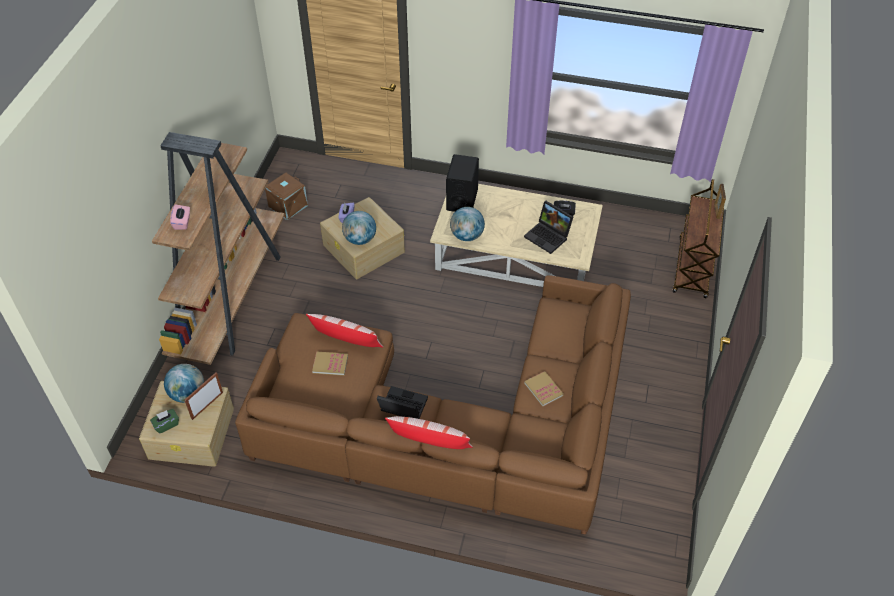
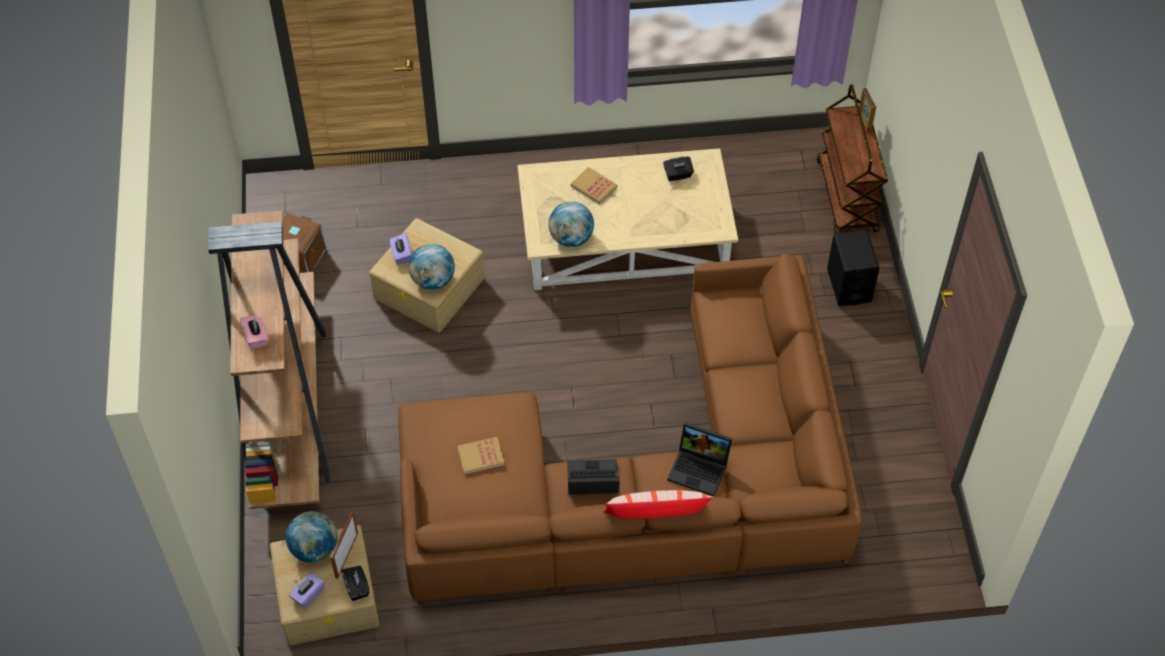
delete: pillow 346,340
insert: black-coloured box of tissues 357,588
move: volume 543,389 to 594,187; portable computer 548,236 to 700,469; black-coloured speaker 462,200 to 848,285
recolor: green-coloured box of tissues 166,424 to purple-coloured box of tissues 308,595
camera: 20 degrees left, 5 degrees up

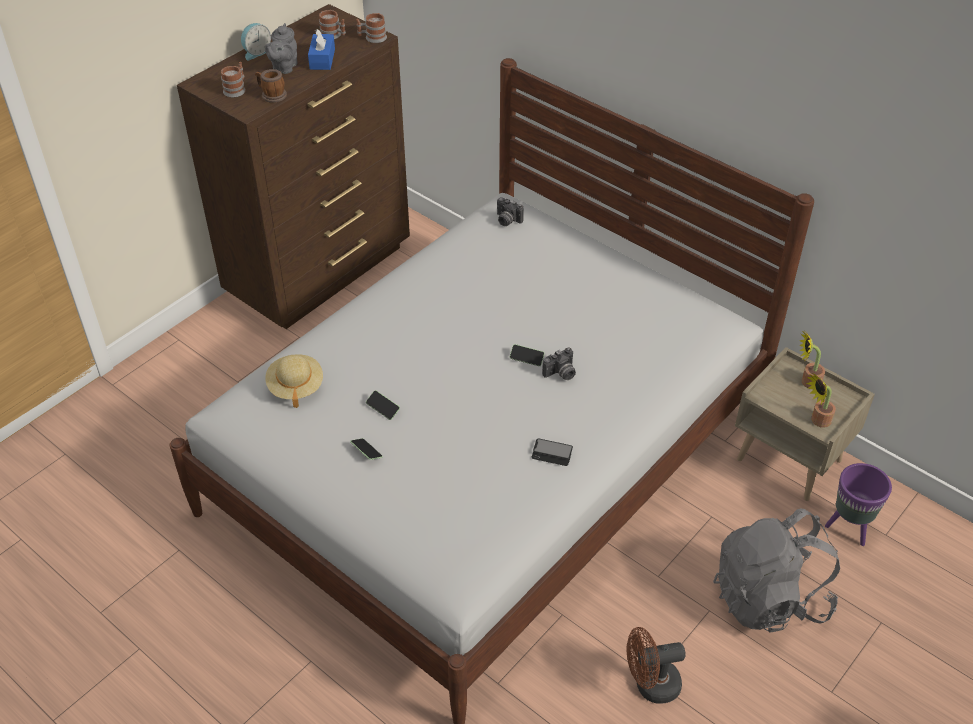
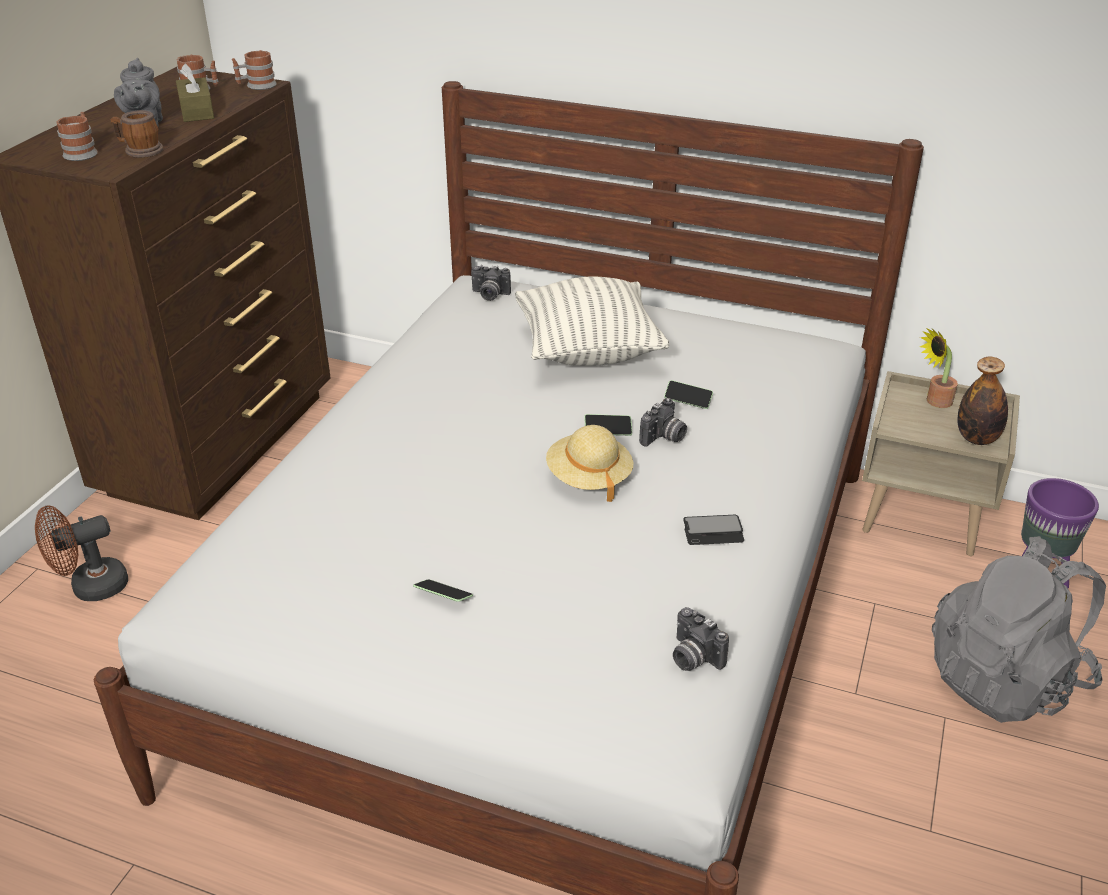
delete: alarm clock 256,52
insert: pillow 588,351; photo camera 692,657
move: brownish electric fan 650,685 to 90,588; beige hat 295,386 to 589,478; handset 383,408 to 688,400
replace: houseplant 817,421 to drink bottle 977,438
recolor: blue box of tissues 322,59 to brownish box of tissues 197,111
camera: 20 degrees left, 10 degrees down

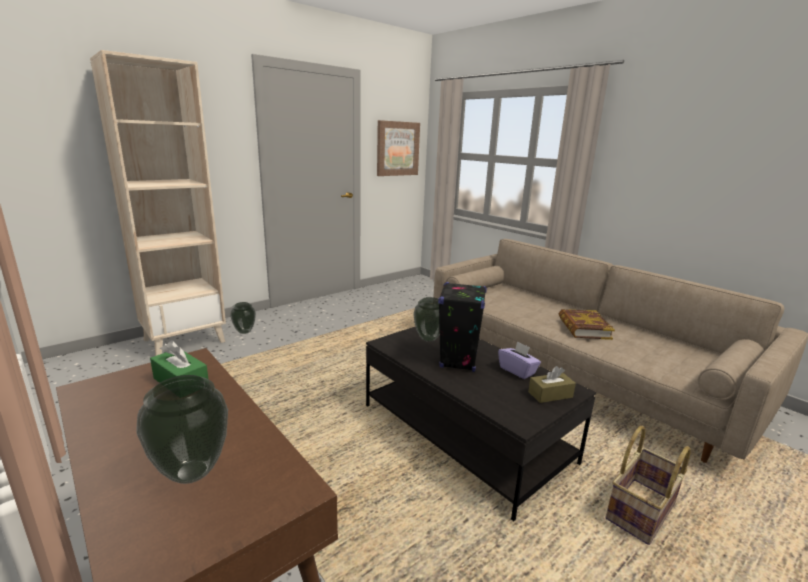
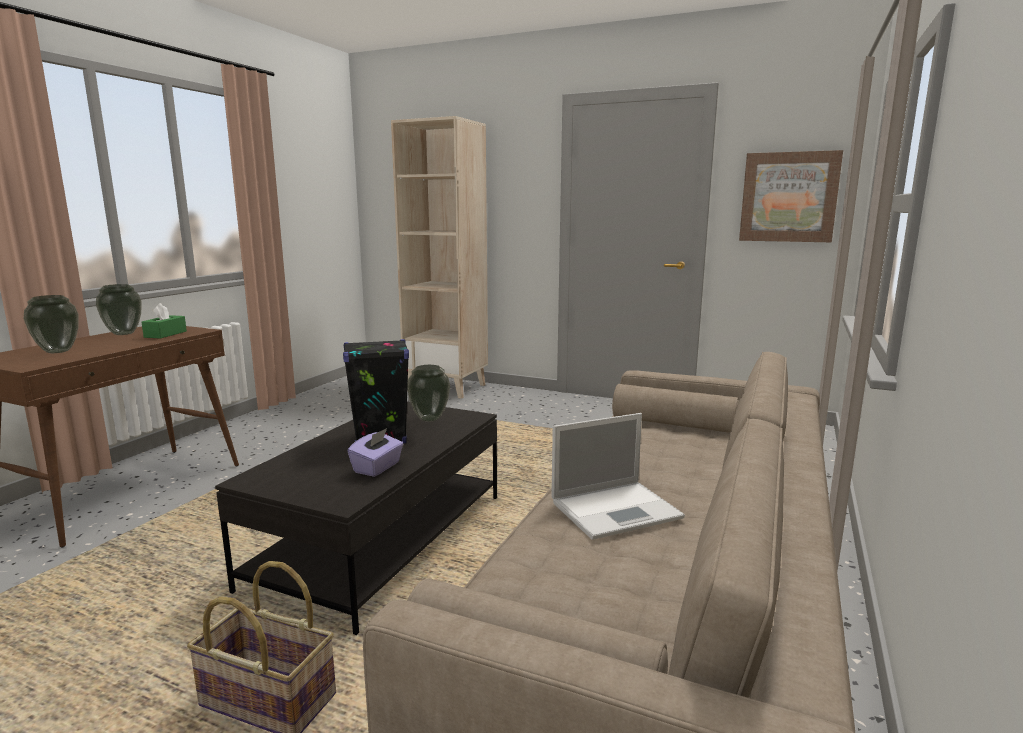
delete: brownish box of tissues 550,394
move: vase 245,331 to 124,333
replace: volume 583,328 to portable computer 617,509
camera: 65 degrees right, 5 degrees down

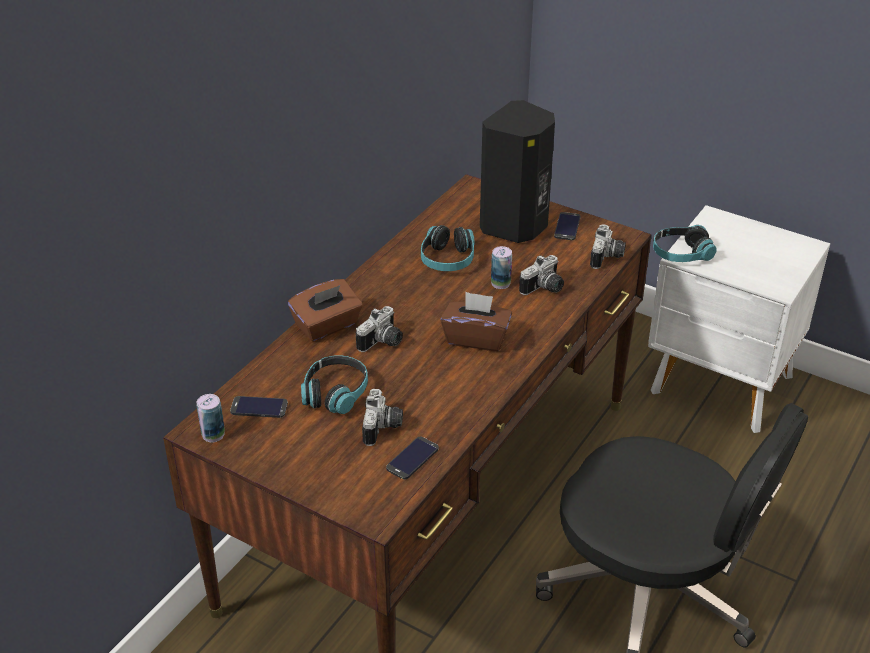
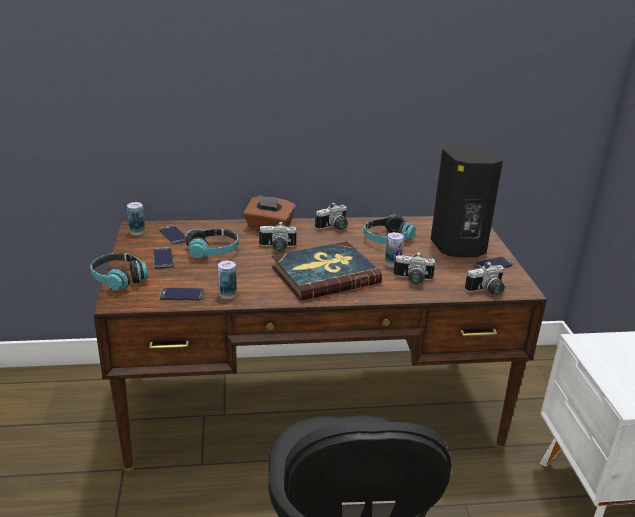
insert: handset 163,258; can 227,294
move: headset 681,254 to 119,279; photo camera 383,428 to 334,227
replace: brownish box of tissues 476,338 to volume 325,275
camera: 50 degrees right, 10 degrees down

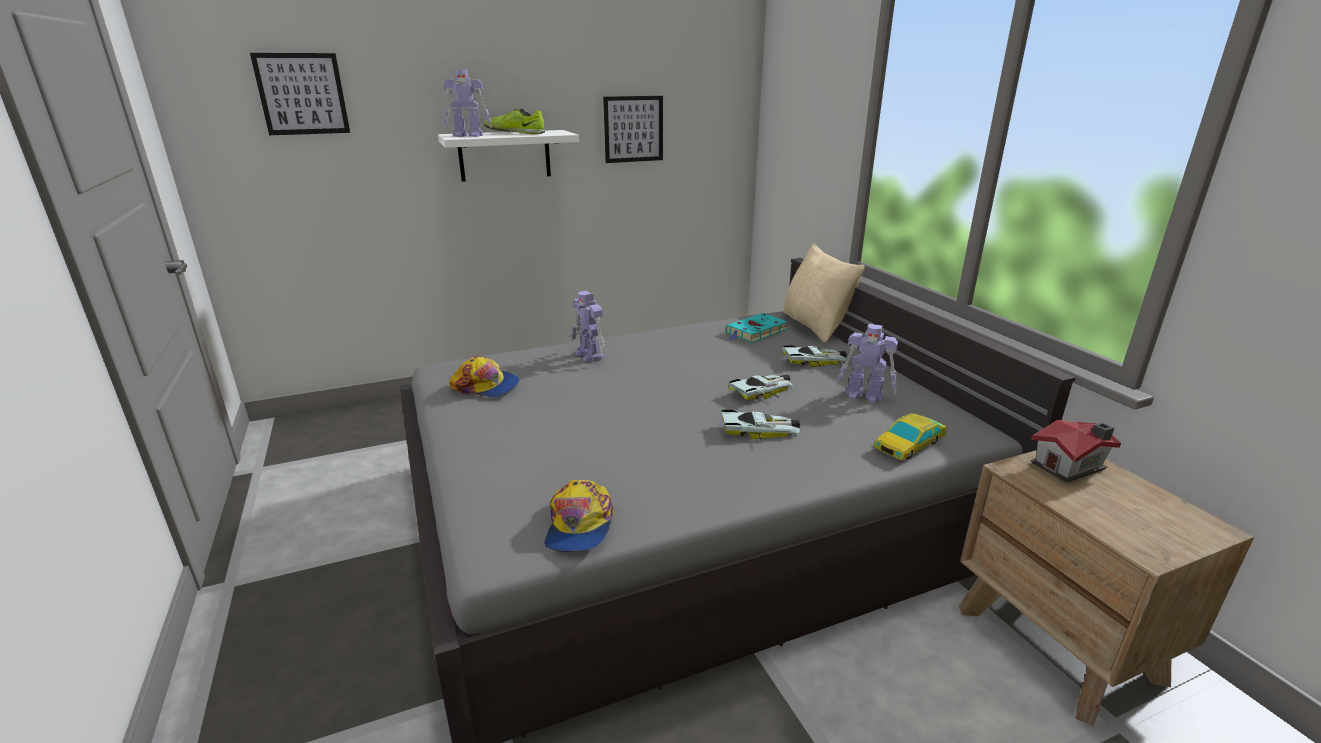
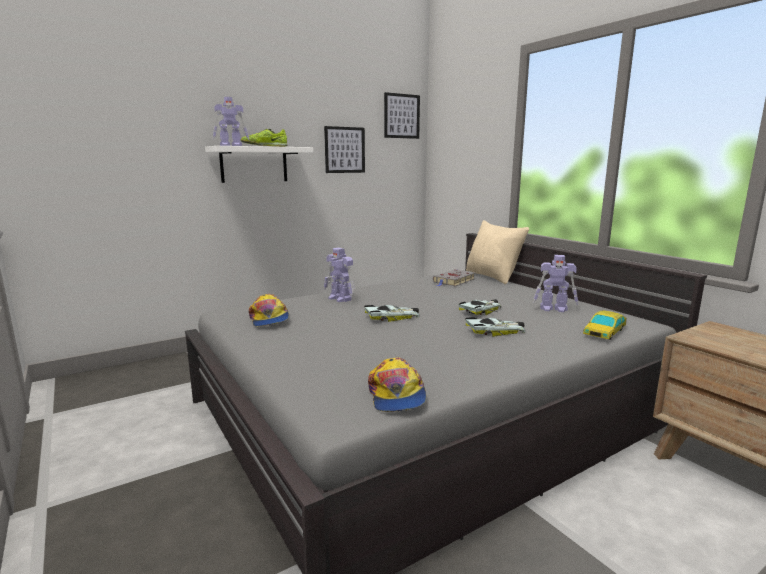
delete: miniature house 1071,466
move: toy car 815,361 to 393,317; picture 302,94 to 401,116
recolor: turquoise-coloured volume 755,332 to gray volume 453,281
rotate: baseball cap 486,386 = 269,319 60 degrees clockwise
camera: 10 degrees left, 10 degrees down

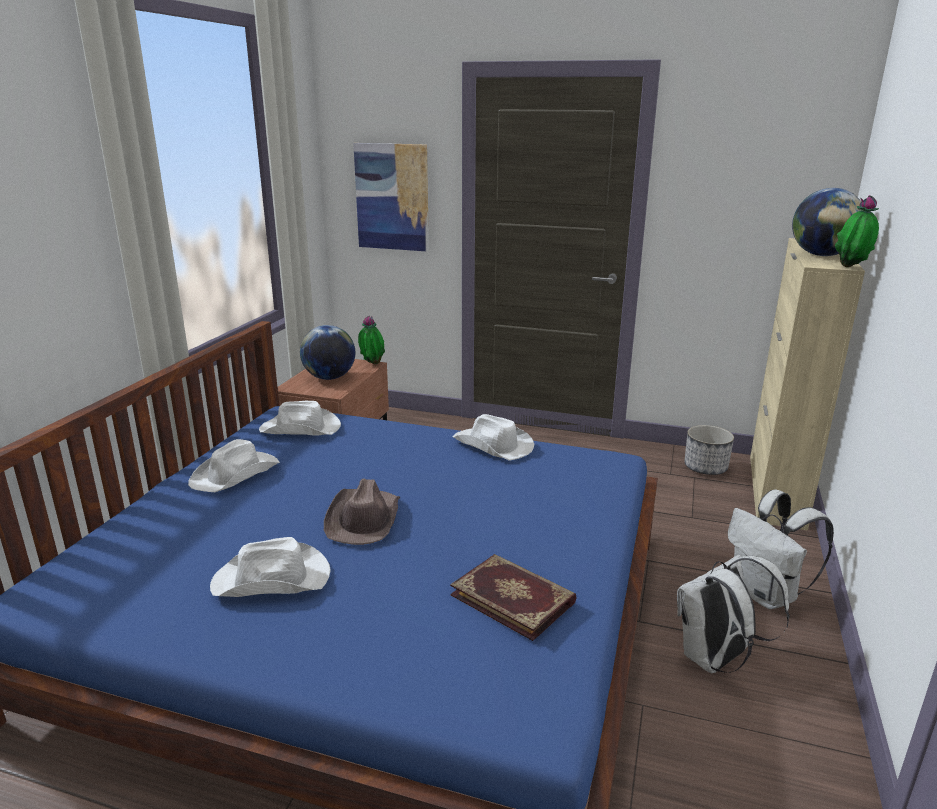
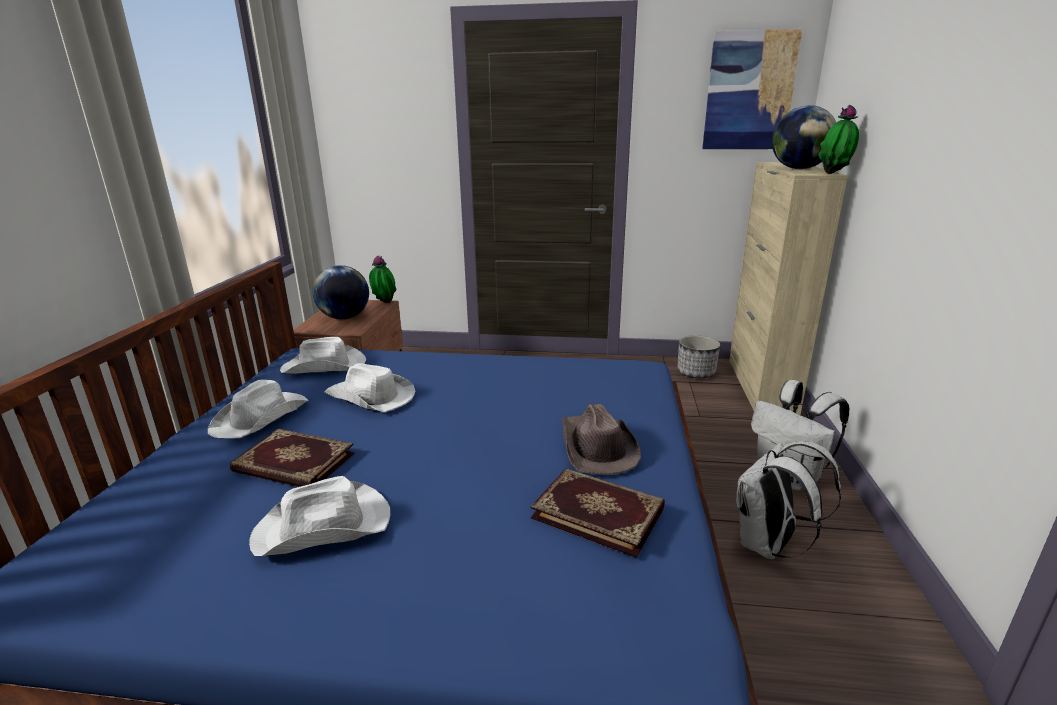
insert: volume 293,464
move: white hat 493,445 to 370,397; brownish hat 364,519 to 596,446; picture 392,197 to 749,91
camera: 10 degrees left, 0 degrees up

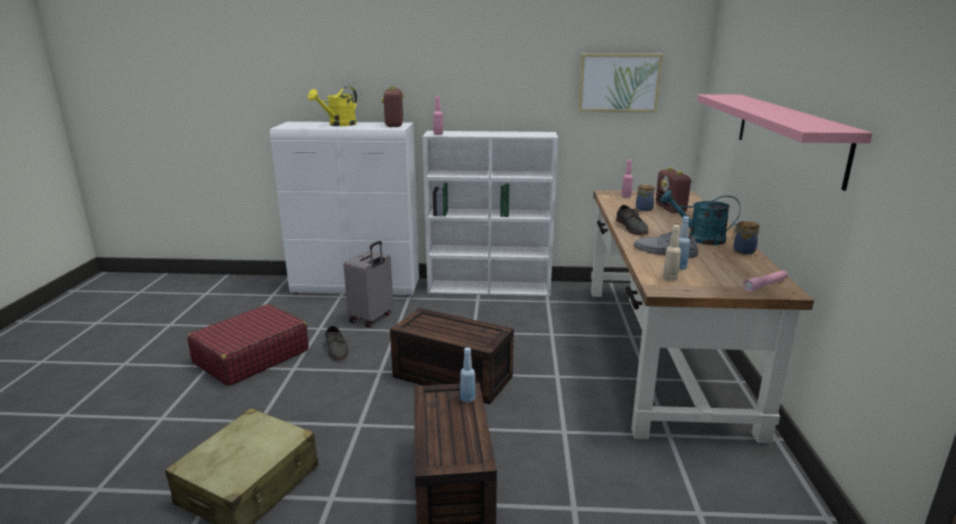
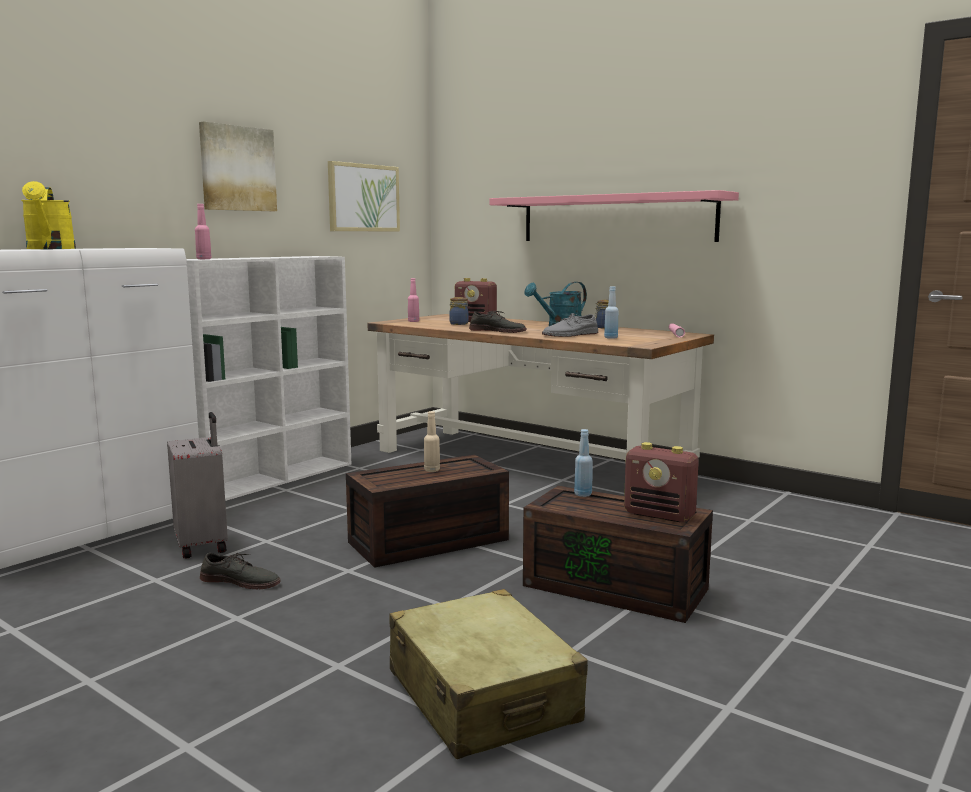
delete: reddish travel case 251,357
insert: picture 237,168
move: beige drink bottle 670,278 to 432,470; radio 394,125 to 660,515
camera: 55 degrees left, 10 degrees down

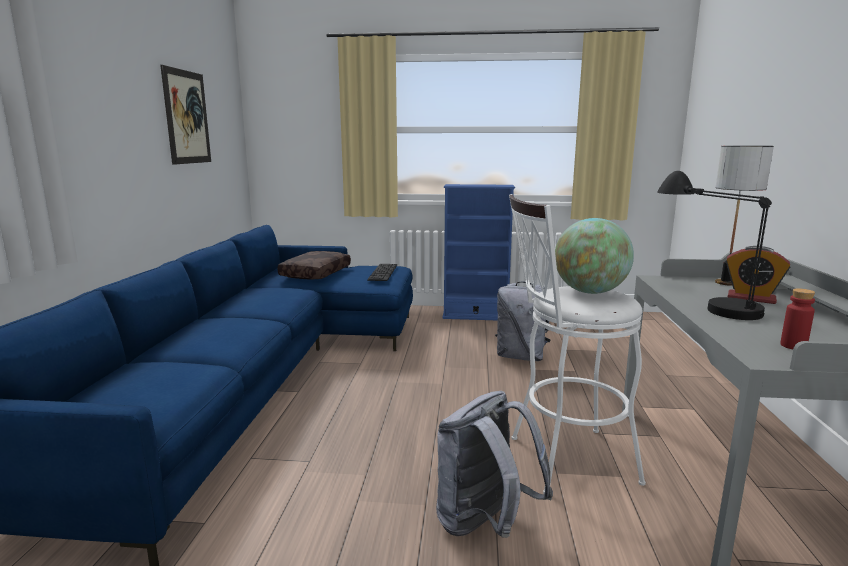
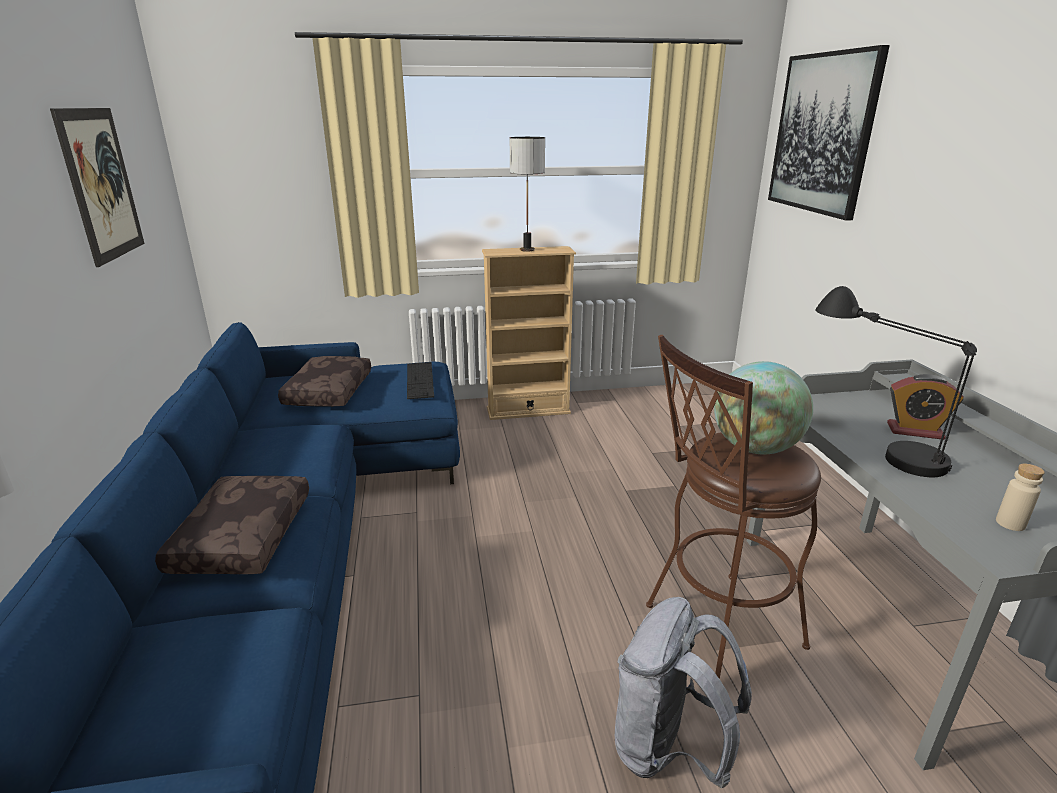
delete: gray backpack 521,356
insert: brownish pillow 241,536; picture 822,134
move: table lamp 726,283 to 527,250
recolor: blue bookcase 475,316 to beige bookcase 528,410; white stool 562,460 to brownish stool 713,629; reddish drink bottle 793,346 to beige drink bottle 1010,523
camera: 15 degrees left, 10 degrees up

